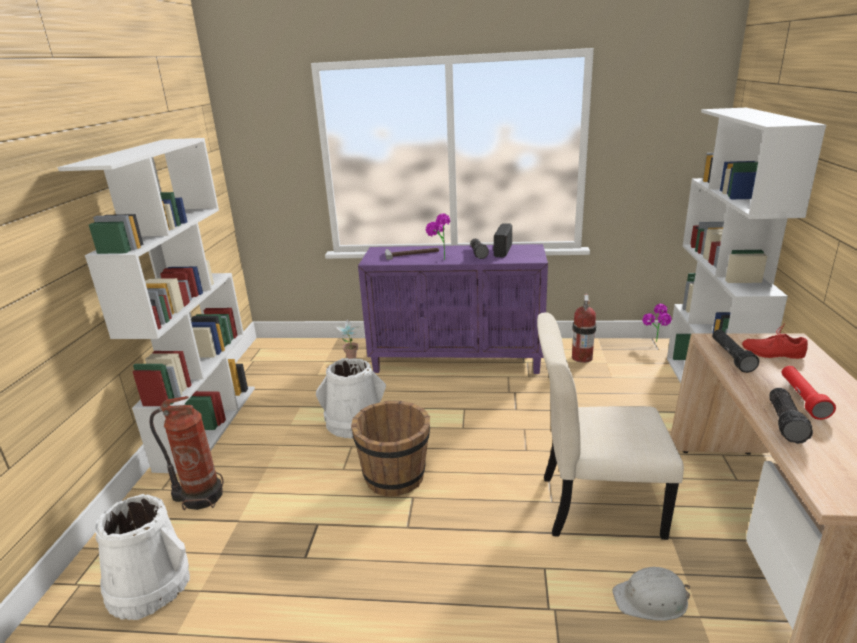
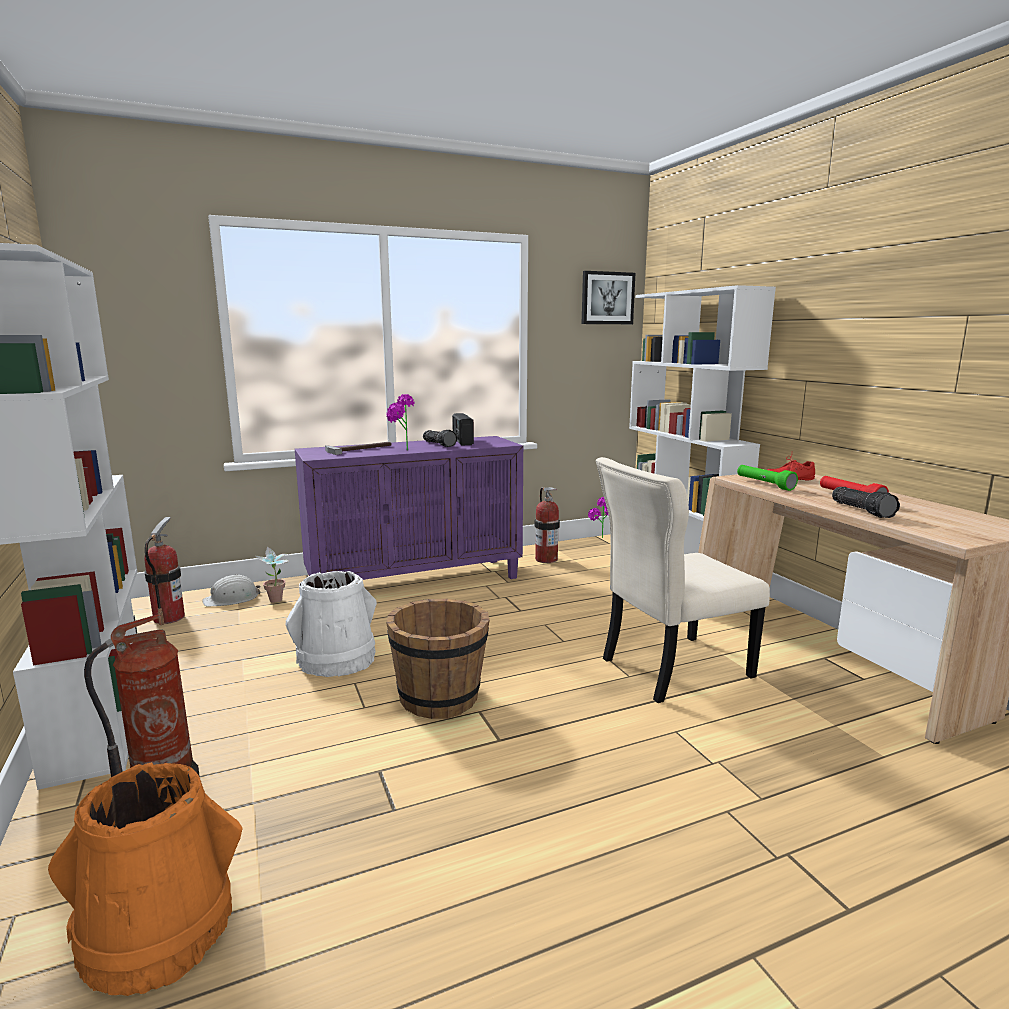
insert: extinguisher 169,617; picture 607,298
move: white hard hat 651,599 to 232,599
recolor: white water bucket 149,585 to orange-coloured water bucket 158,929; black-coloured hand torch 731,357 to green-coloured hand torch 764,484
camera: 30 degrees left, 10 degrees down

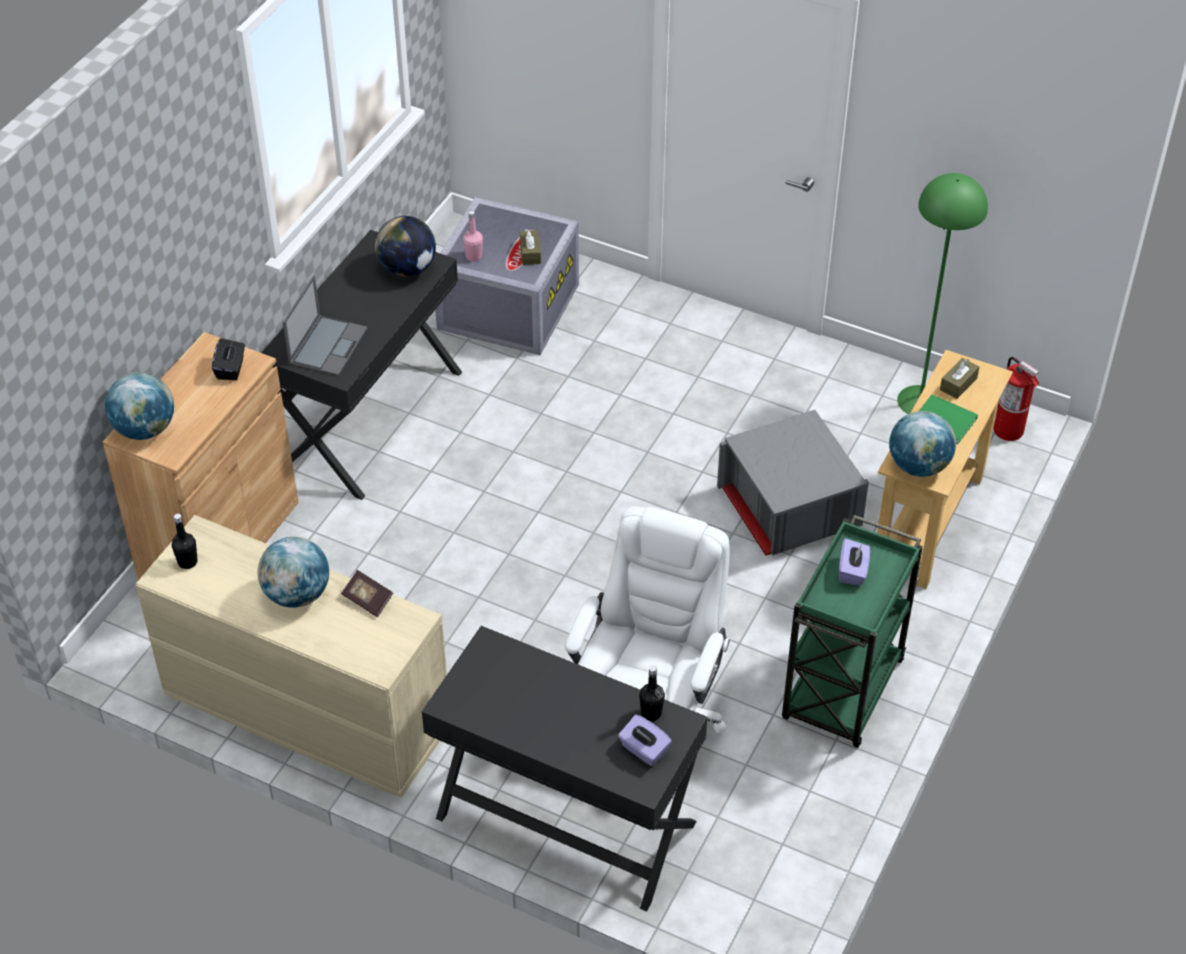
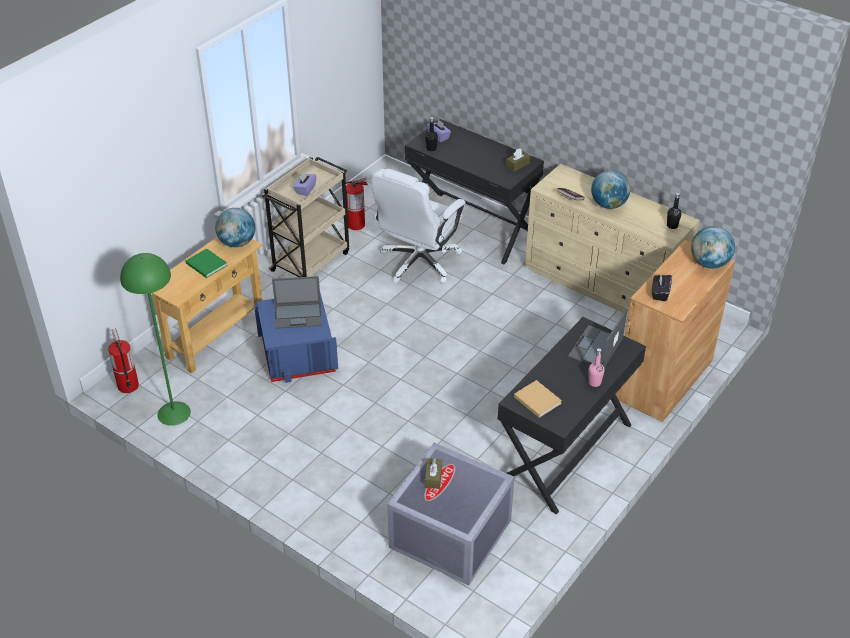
insert: portable computer 298,315; extinguisher 356,225
move: brownish box of tissues 958,384 to 517,165; pink drink bottle 473,256 to 594,382
replace: globe 407,269 to beige volume 536,399
recolor: gray storage container 788,510 to blue storage container 298,354; green-coloured trolley 842,692 to beige trolley 311,261
camera: 170 degrees left, 5 degrees down

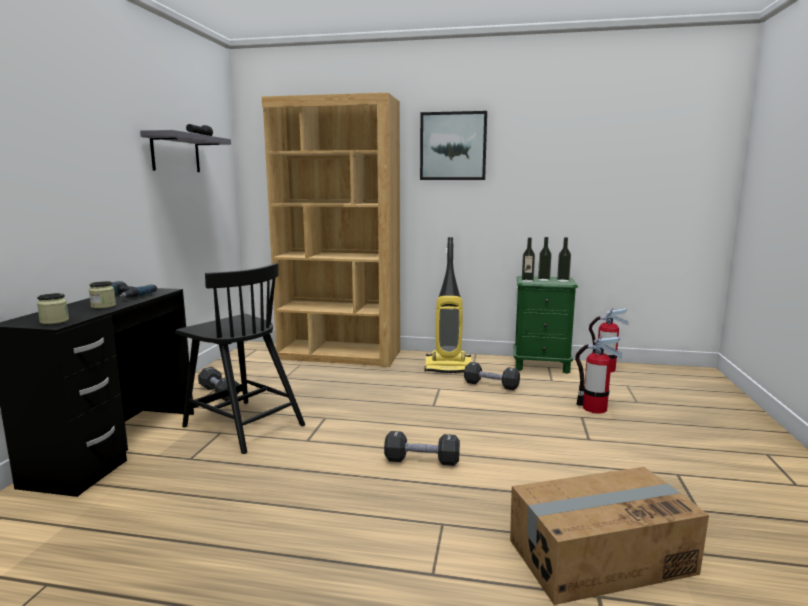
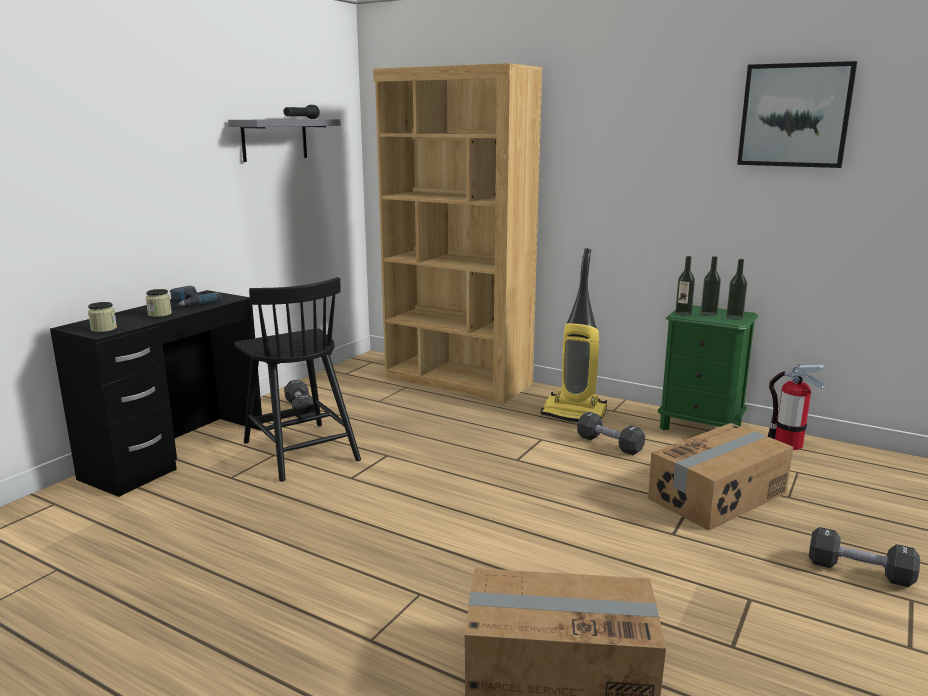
move: picture 453,146 to 794,115; black-coloured free weight 422,460 to 859,571
replace: extinguisher 594,408 to cardboard box 718,496
camera: 20 degrees right, 5 degrees up

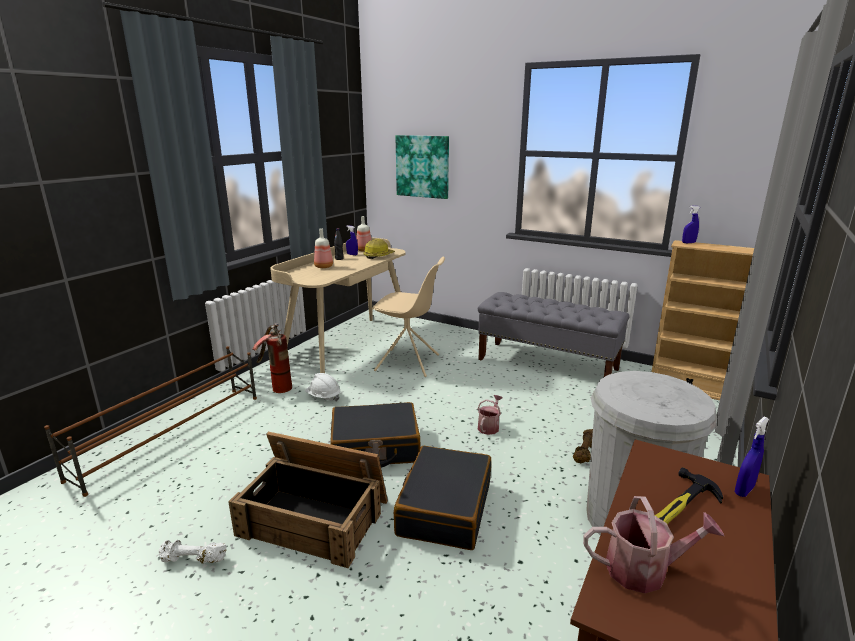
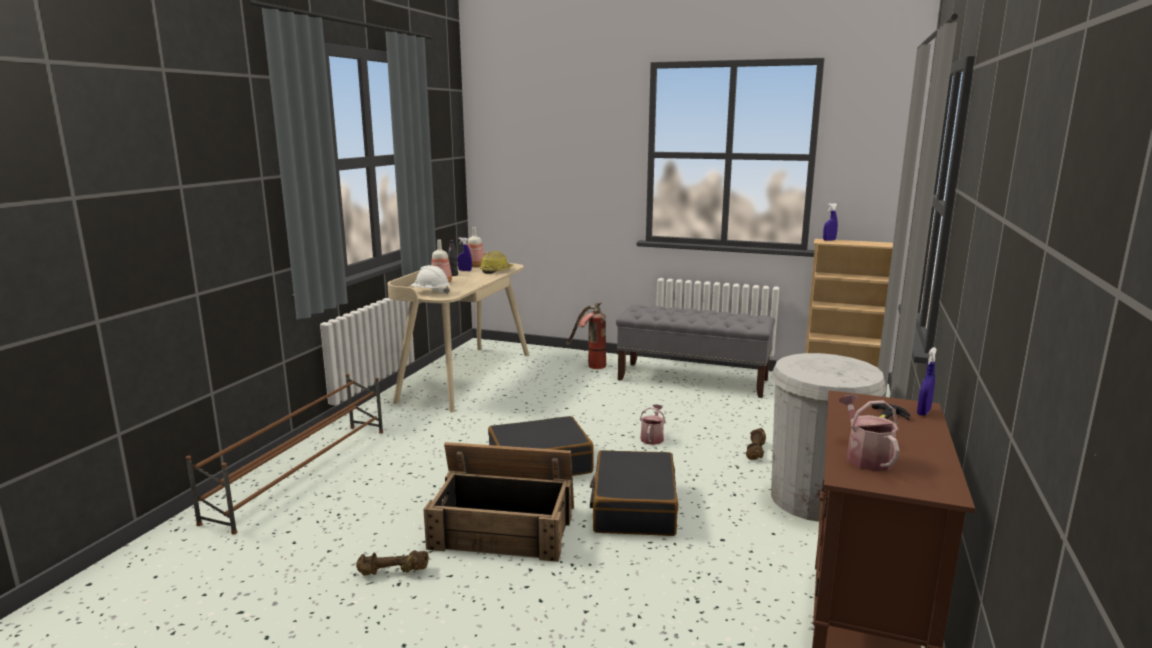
delete: beige chair 408,363; picture 423,166
move: white hard hat 323,397 to 430,292; extinguisher 275,387 to 589,365
recolor: white free weight 192,560 to brownish free weight 393,572
rotate: watering can 644,569 = 865,457 90 degrees counterclockwise
camera: 10 degrees left, 5 degrees down

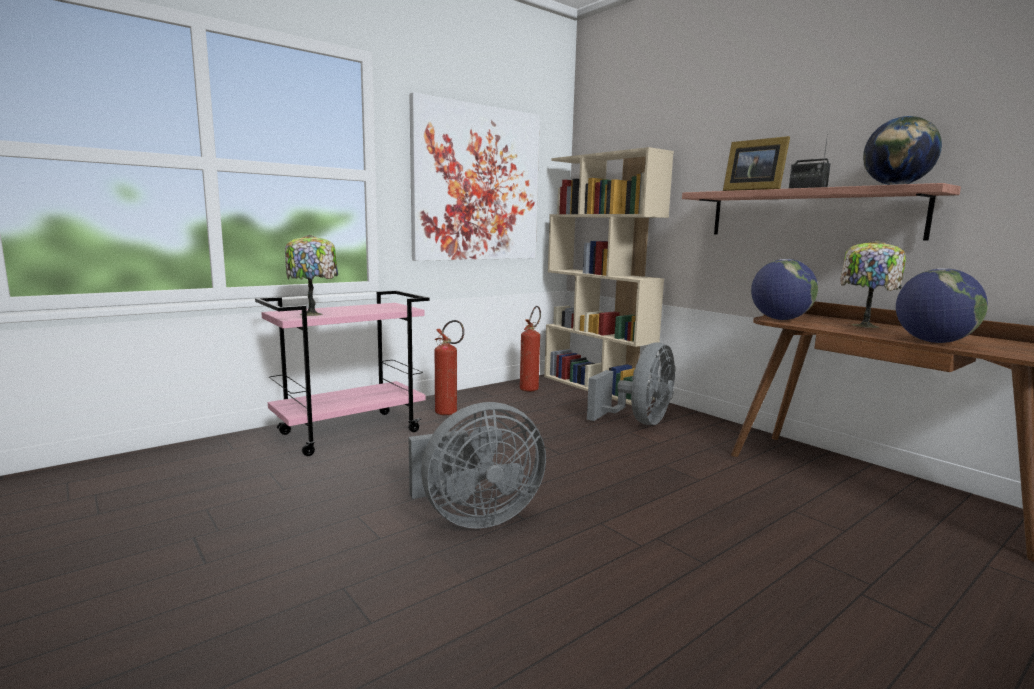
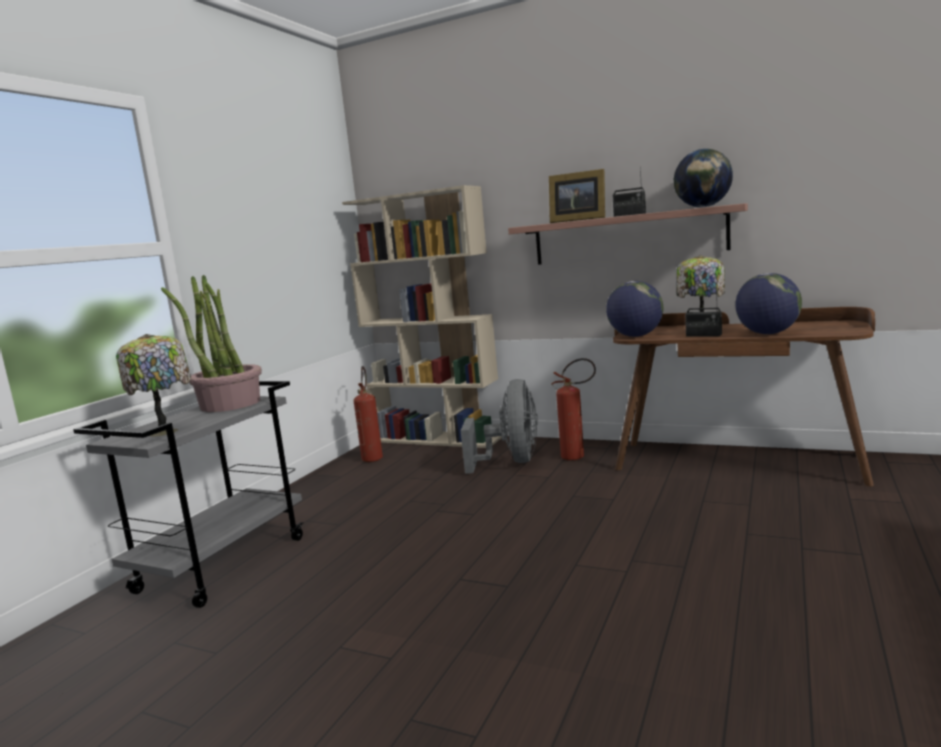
delete: picture 476,184; gray electric fan 474,517
insert: houseplant 230,404; radio 703,335
move: extinguisher 449,413 to 578,457
recolor: pink trolley 351,432 to gray trolley 222,563
camera: 25 degrees left, 0 degrees up

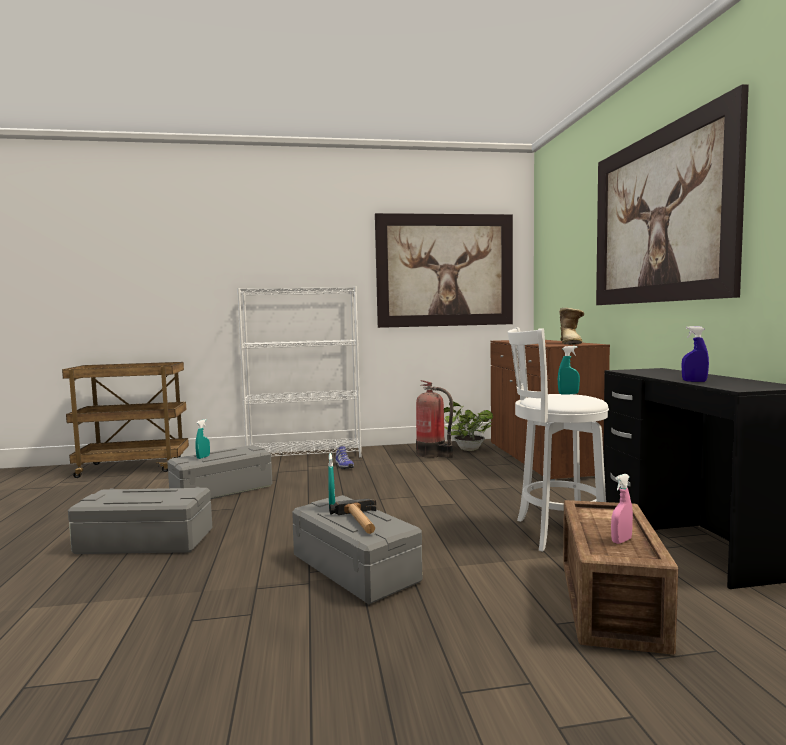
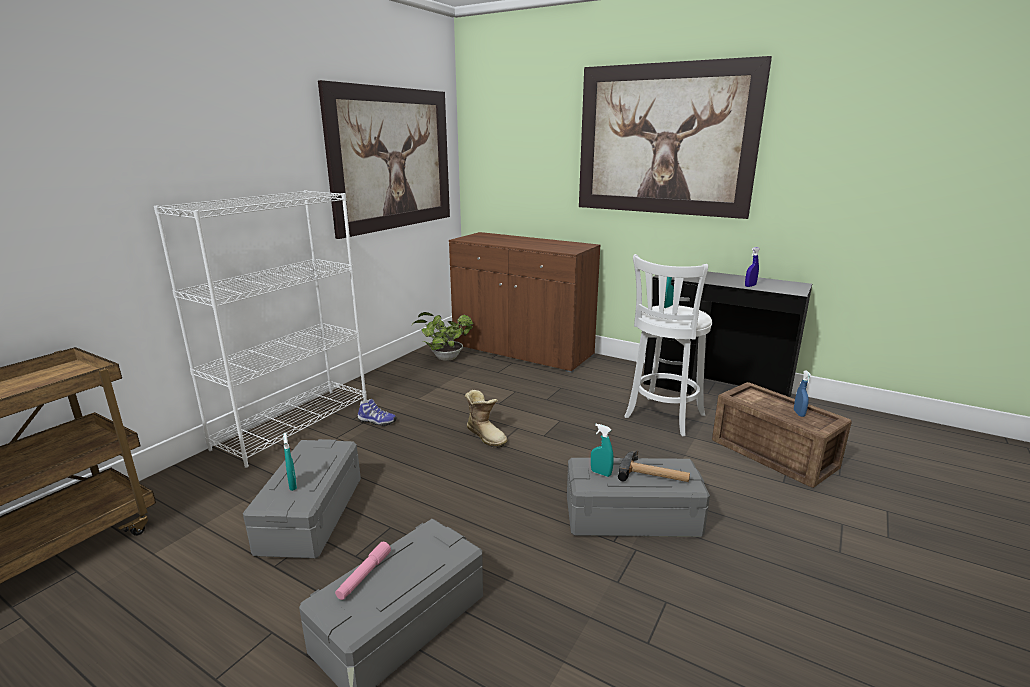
delete: extinguisher 433,454
insert: pink hand torch 364,575
move: tall boot 571,343 to 486,435
recolor: pink hand sprayer 621,541 to blue hand sprayer 799,413
camera: 50 degrees left, 15 degrees up

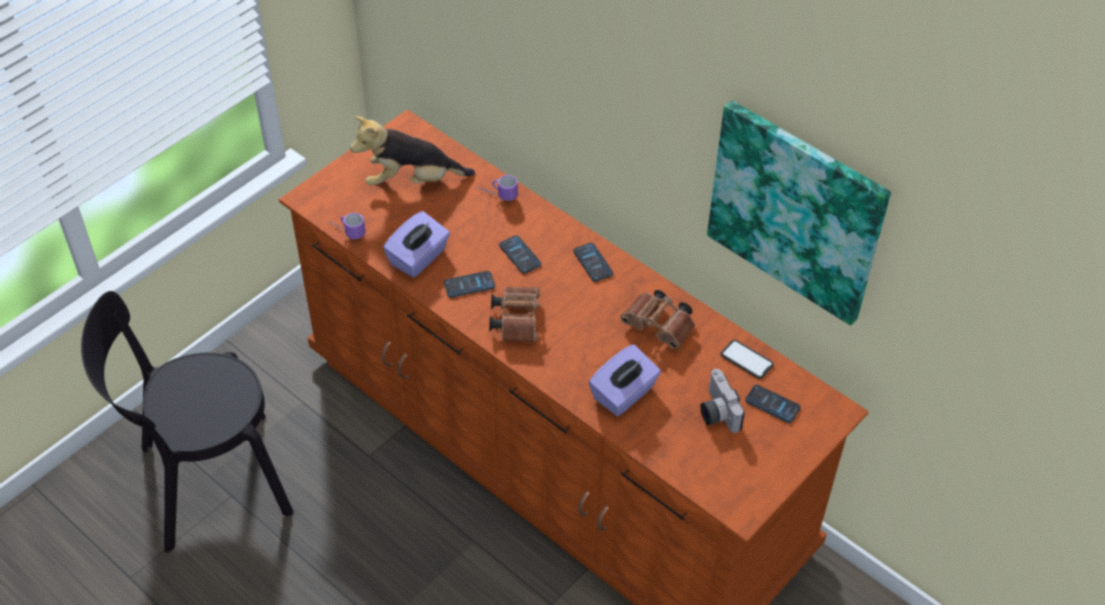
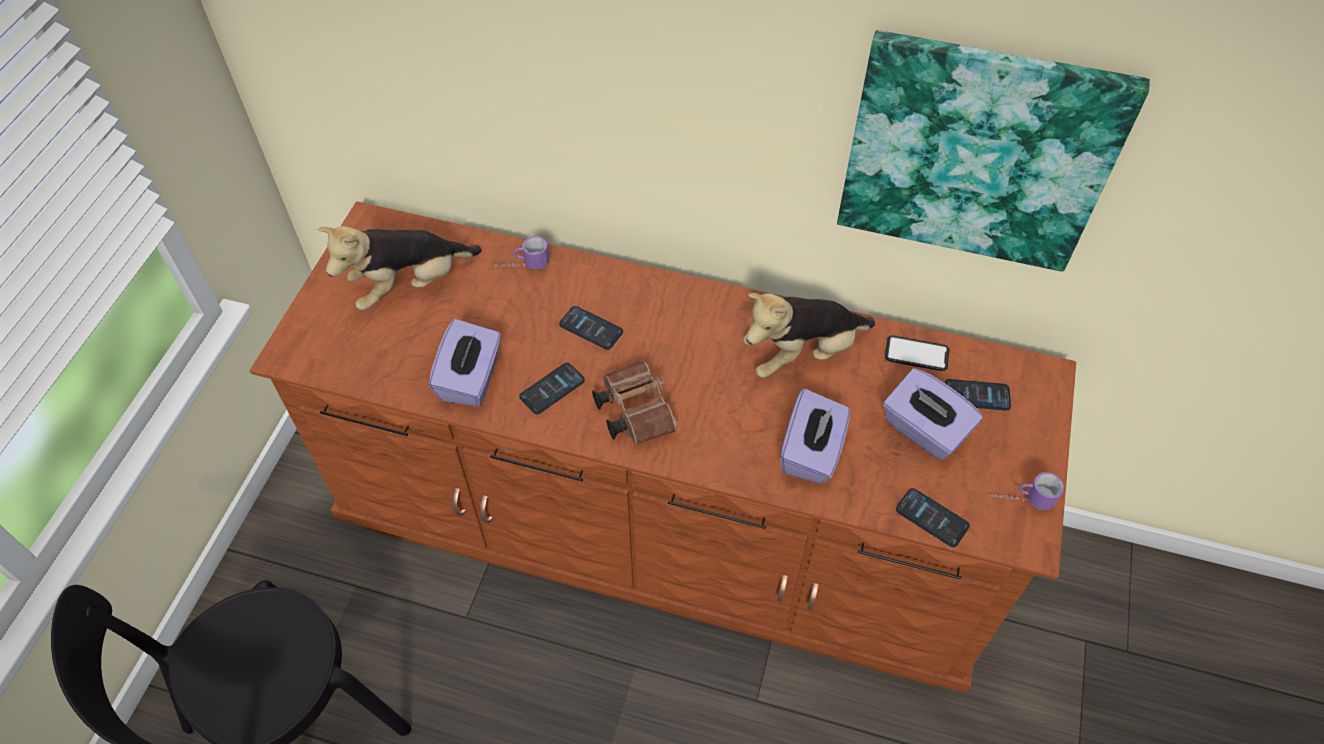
move: handset 593,262 to 932,518; mug 346,231 to 1020,499
replace: brownish pair of binoculars 660,327 to plush toy 801,354; photo camera 716,412 to purple-coloured box of tissues 924,430
camera: 25 degrees left, 5 degrees up

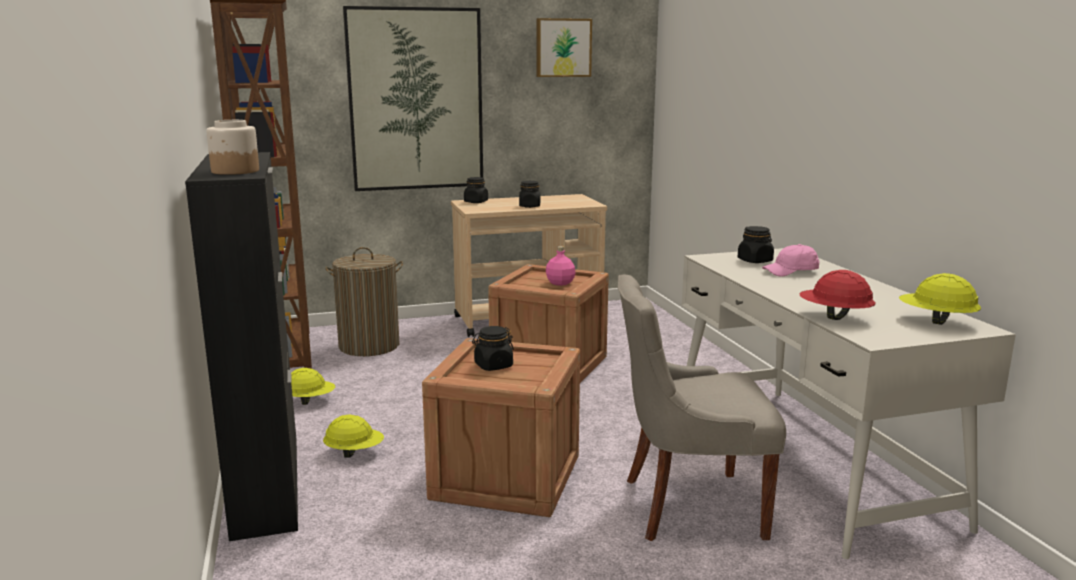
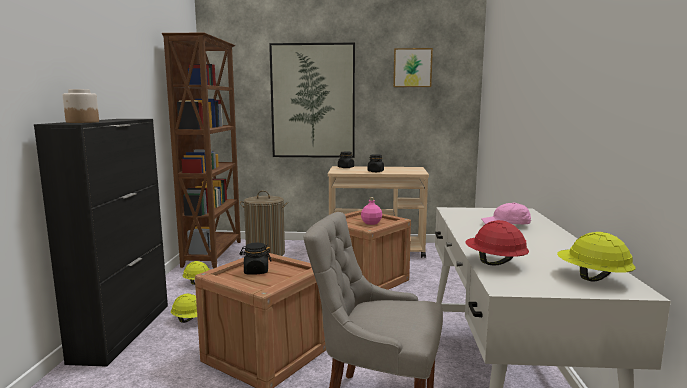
delete: black-coloured preserve jar 755,261
camera: 20 degrees right, 5 degrees down

